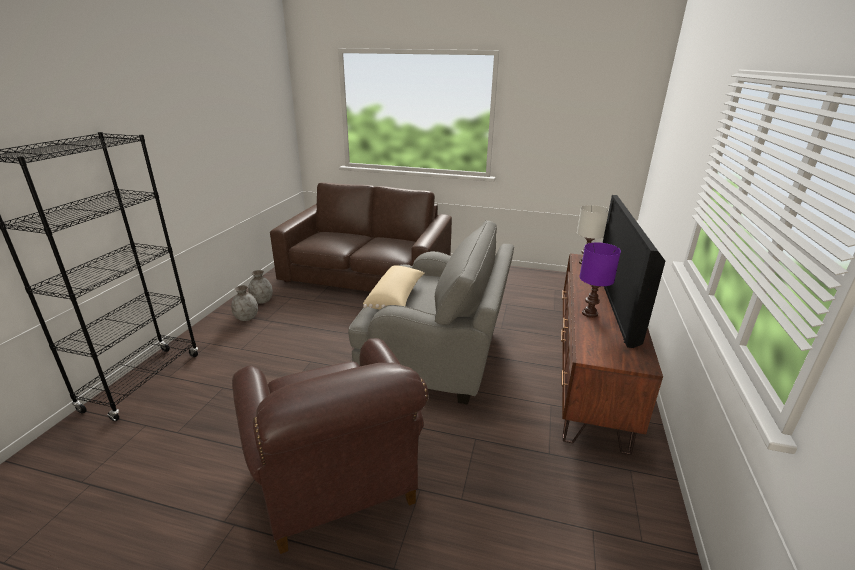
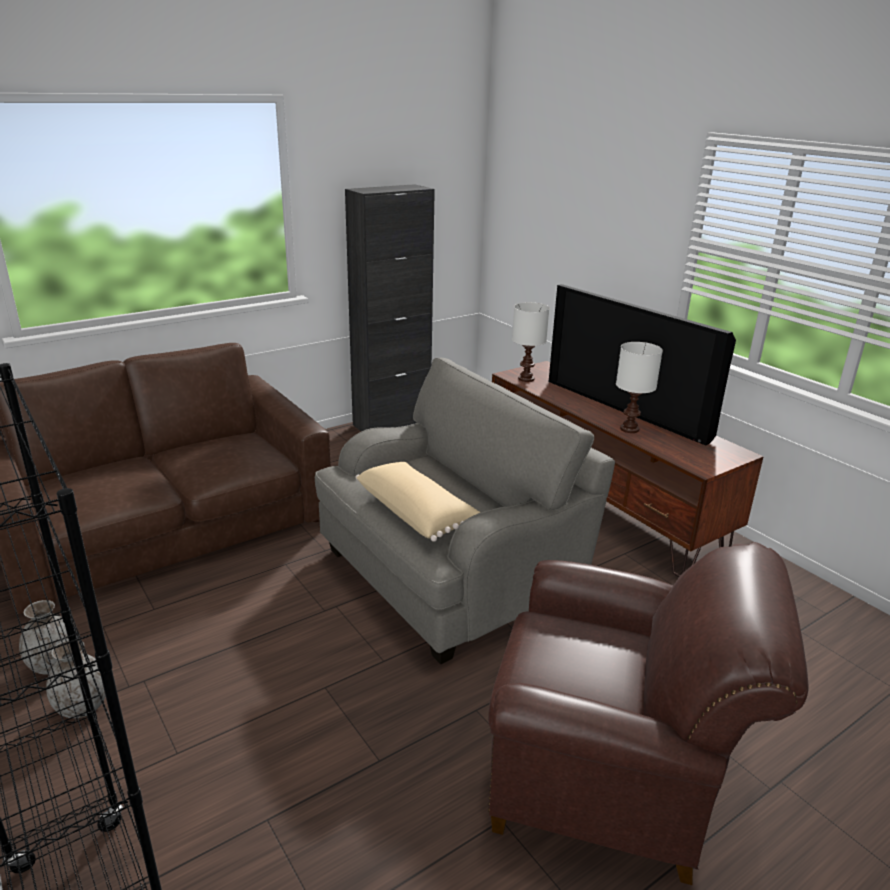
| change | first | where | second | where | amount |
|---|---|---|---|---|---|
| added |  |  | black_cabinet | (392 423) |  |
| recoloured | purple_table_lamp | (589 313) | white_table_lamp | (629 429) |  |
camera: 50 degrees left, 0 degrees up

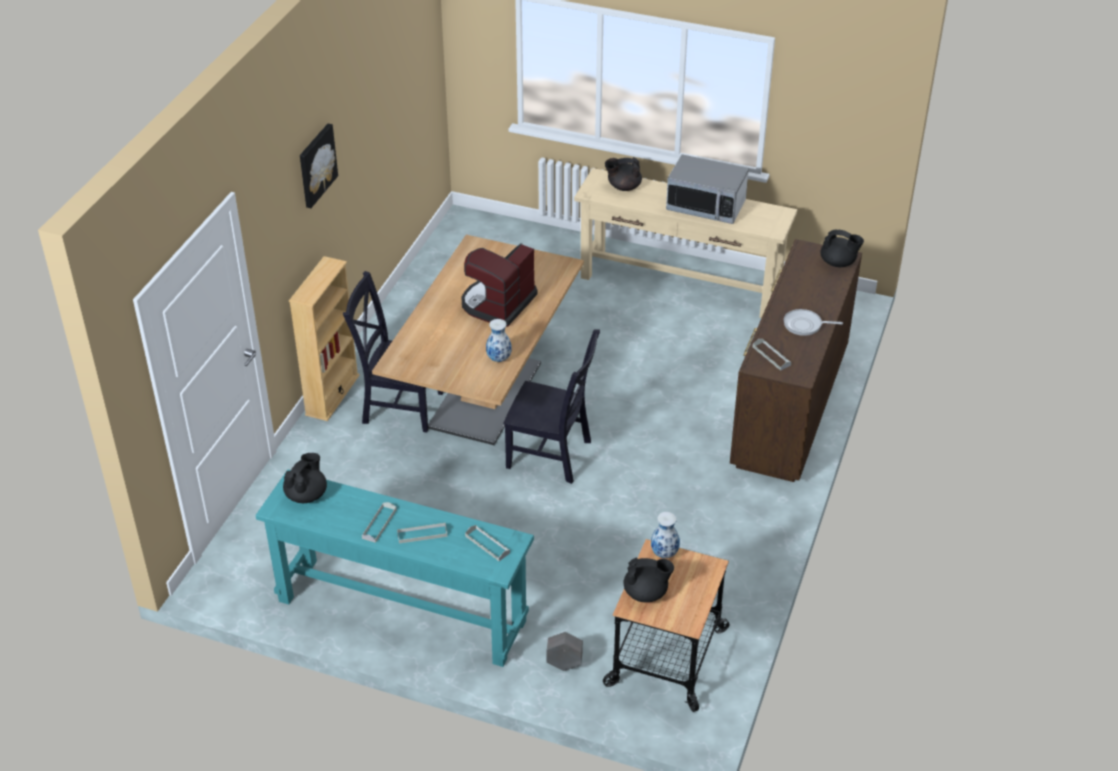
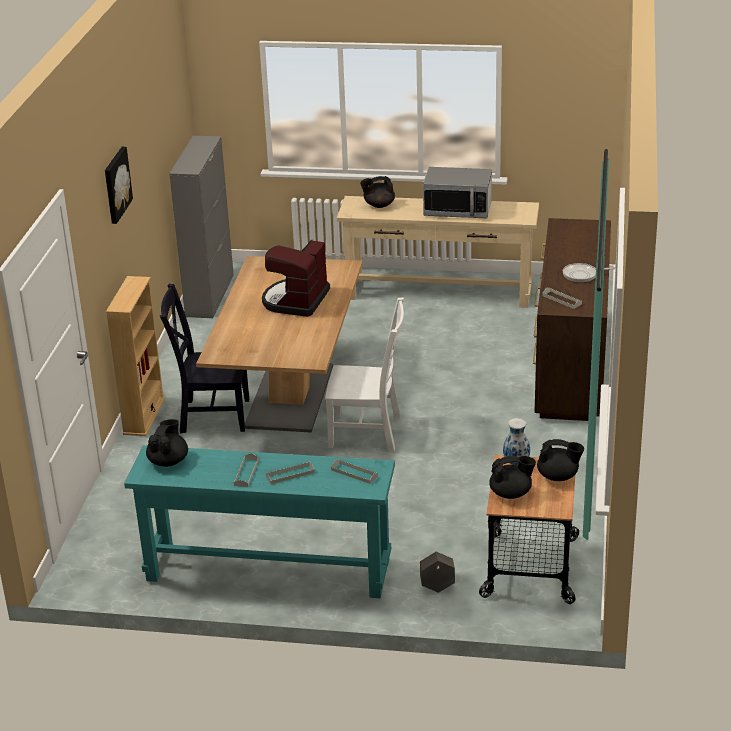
| change | first | where | second | where | amount |
|---|---|---|---|---|---|
| added |  |  | grey_cabinet | (210 295) |  |
| recoloured | black_chair | (552 456) | white_chair | (368 432) |  |
| moved | black_teapot | (838 263) |  | (558 476) |  |
| removed | vase | (499 359) |  |  |  |
camera: 10 degrees left, 10 degrees down

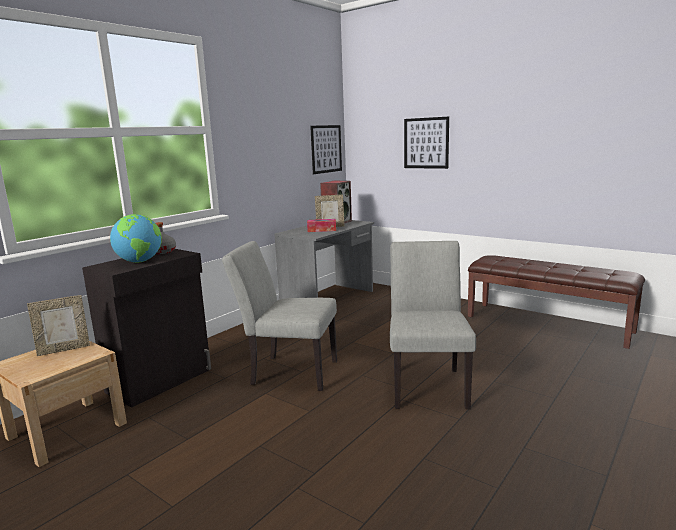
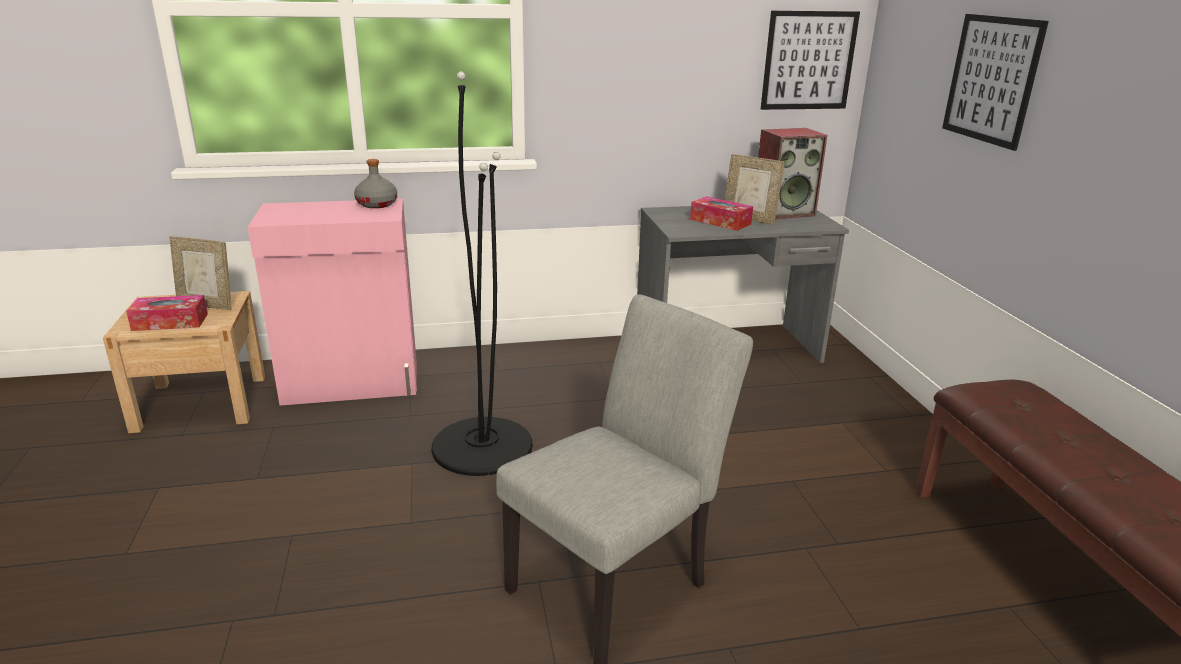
| change | first | where | second | where | amount |
|---|---|---|---|---|---|
| added |  |  | tissue_box | (170 322) |  |
| recoloured | black_cabinet | (161 380) | pink_cabinet | (352 384) |  |
| replaced | grey_chair | (288 372) | black_floor_lamp | (482 446) |  |
| removed | globe | (140 261) |  |  |  |
camera: 40 degrees right, 10 degrees up

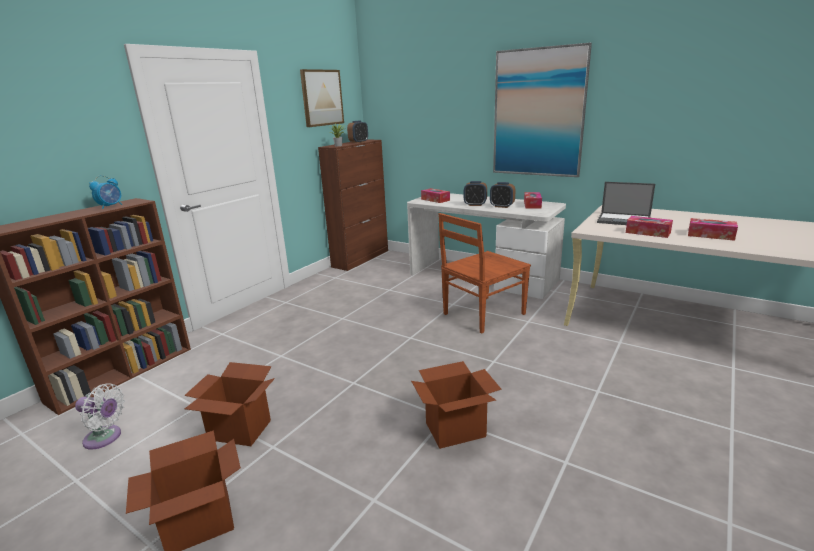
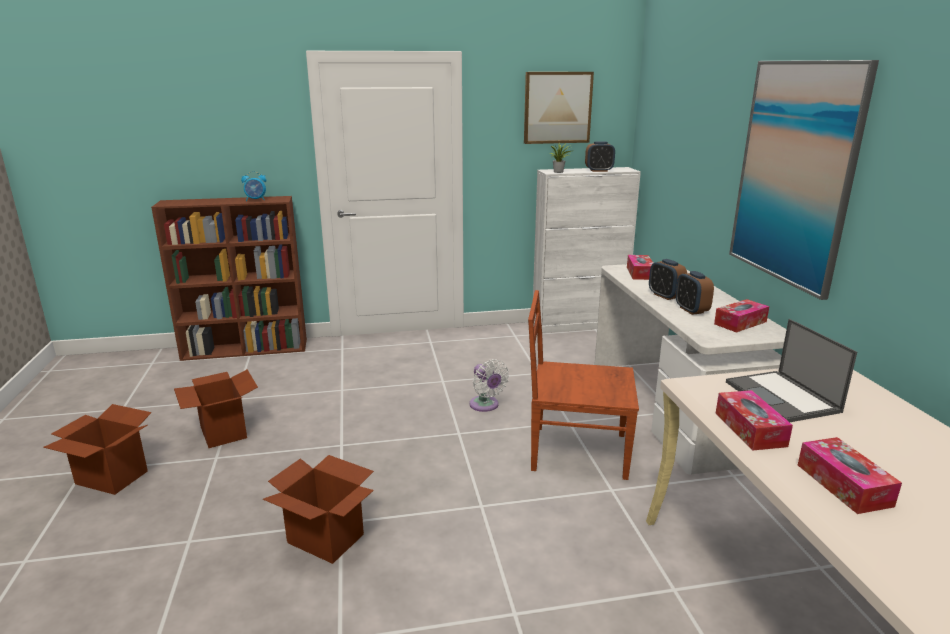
| change | first | where | second | where | amount |
|---|---|---|---|---|---|
| moved | white_fan | (105 438) |  | (485 406) |  |
| recoloured | brown_cabinet | (361 258) | white_cabinet | (579 324) |  |
camera: 45 degrees right, 0 degrees up

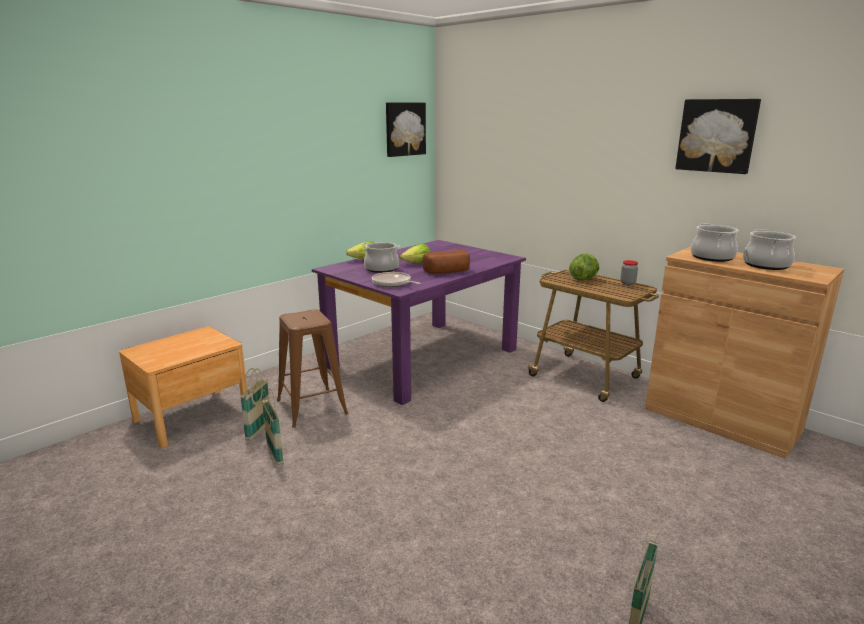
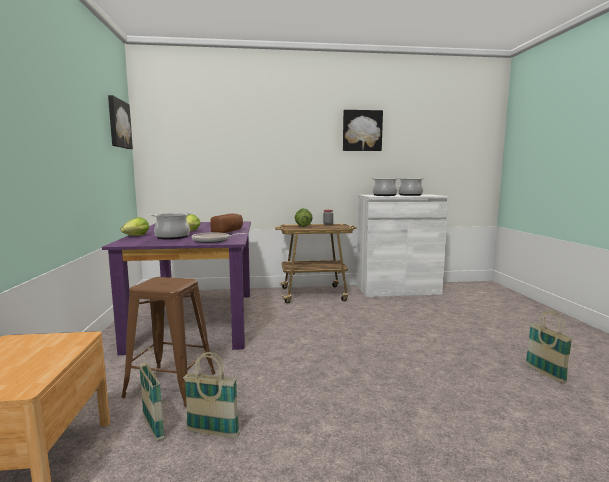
| change | first | where | second | where | amount |
|---|---|---|---|---|---|
| recoloured | brown_cabinet | (721 419) | white_cabinet | (397 290) |  |
camera: 50 degrees left, 10 degrees down

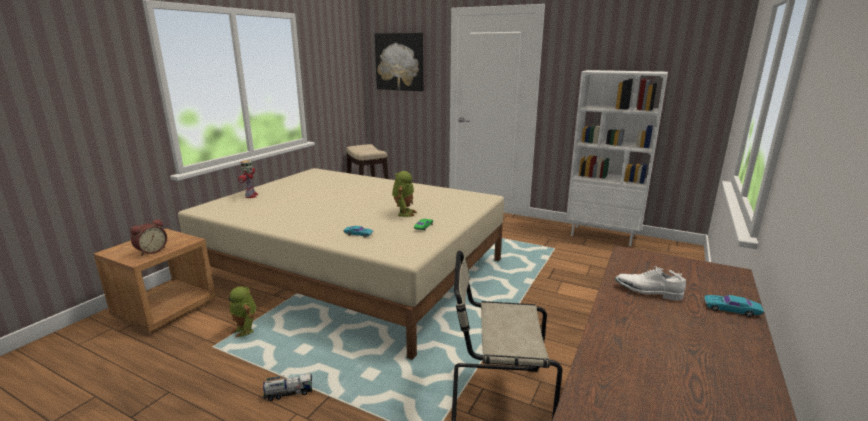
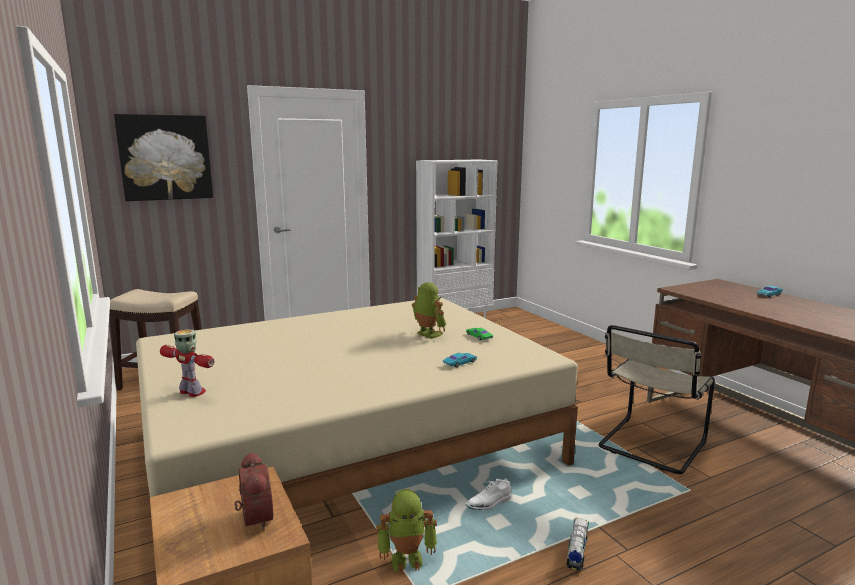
| change | first | where | second | where | amount |
|---|---|---|---|---|---|
| moved | white_shoe | (647 292) |  | (489 504) |  |
camera: 55 degrees left, 5 degrees down

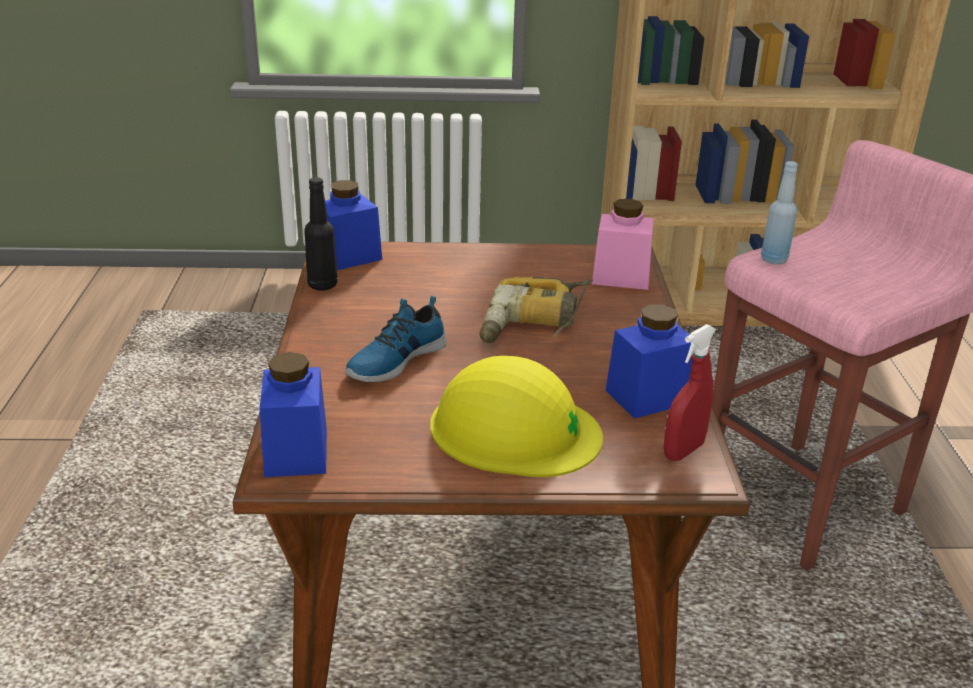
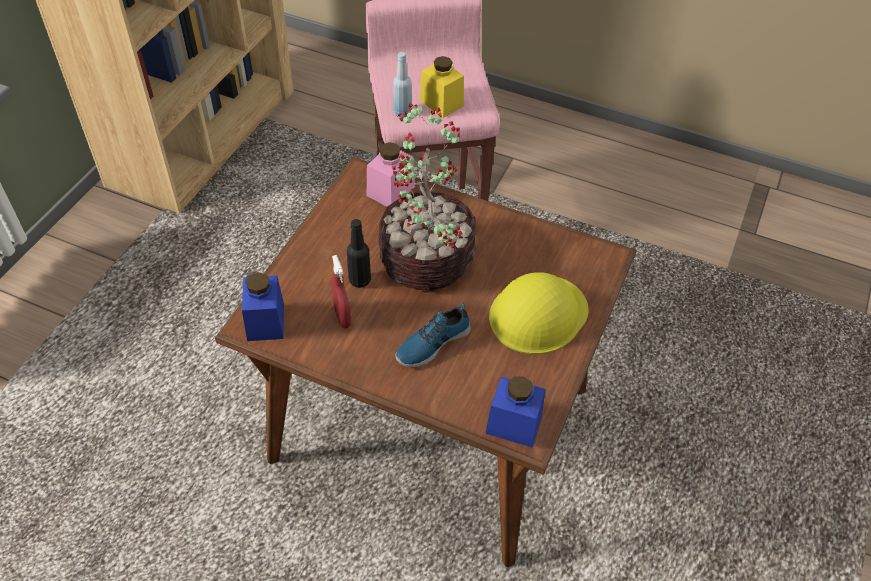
| change | first | where | second | where | amount |
|---|---|---|---|---|---|
| moved | red_spray_bottle | (683 451) |  | (342 317) |  |
| moved | black_bottle | (322 285) |  | (360 280) |  |
| replaced | power_drill | (534 323) | potted_plant | (425 257) |  |
| turned | shoe | (395 359) |  | (432 342) | 75 degrees clockwise |
| added |  |  | yellow_jar | (441 103) |  |
| removed | blue_jar | (648 396) |  |  |  |
camera: 65 degrees left, 20 degrees up

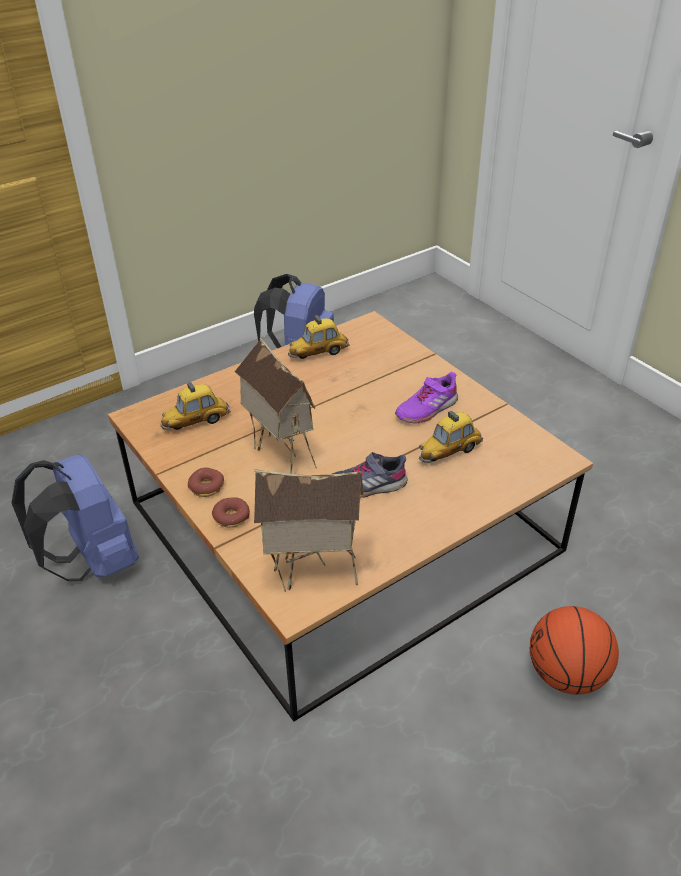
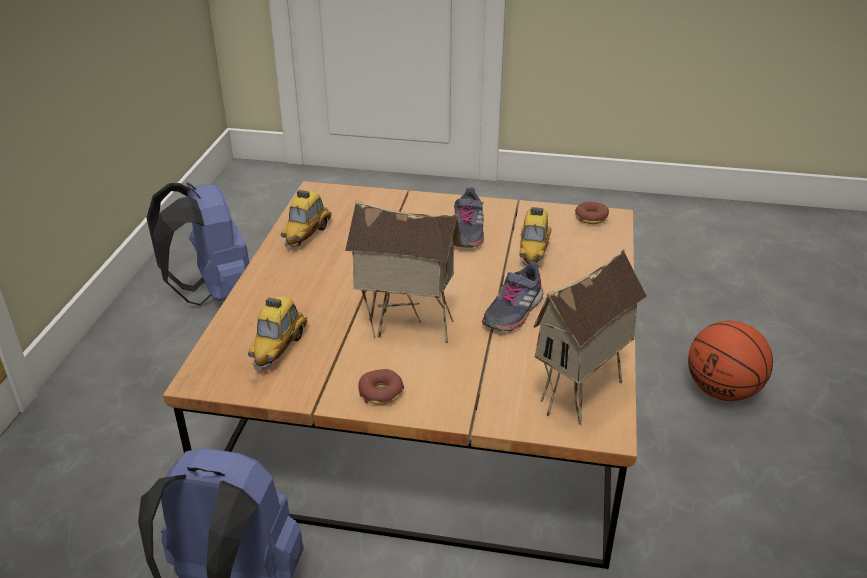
| change | first | where | second | where | amount |
|---|---|---|---|---|---|
| recoloured | purple_shoe | (426 409) | grey_shoe | (467 232) |  |
| moved | donut | (231 517) |  | (591 218) |  |
camera: 45 degrees left, 5 degrees down

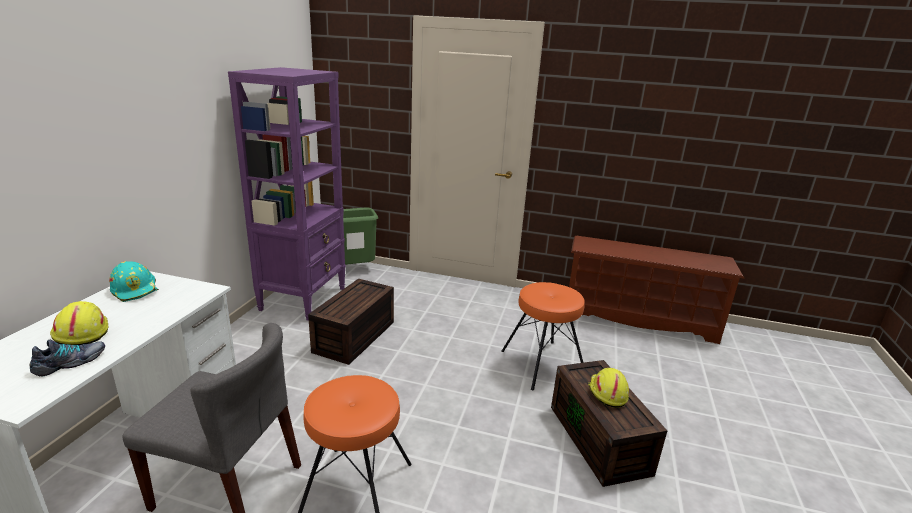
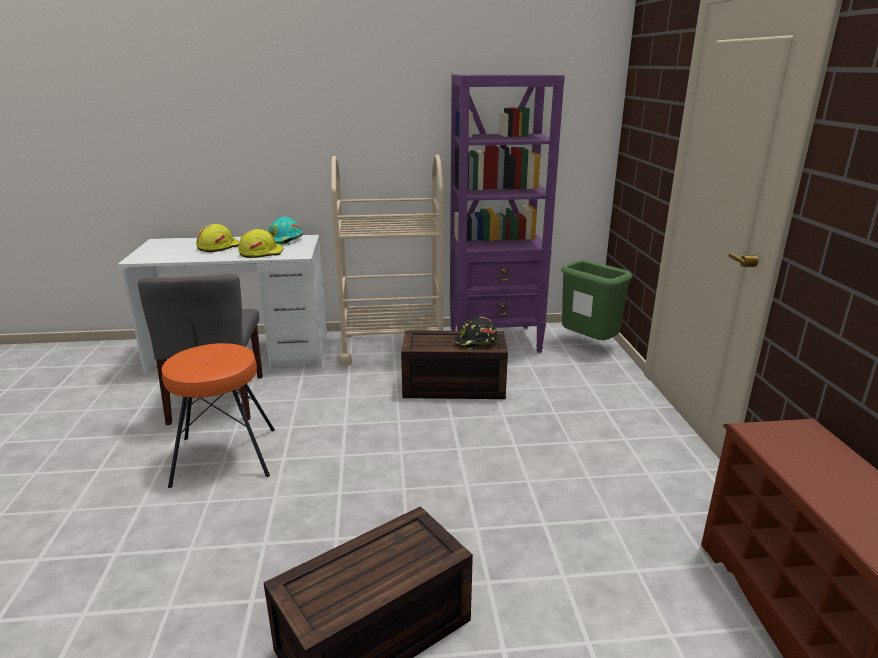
| change | first | where | second | where | amount |
|---|---|---|---|---|---|
| moved | yellow_hard_hat | (606 393) |  | (261 253) |  |
| added |  |  | beige_cart | (392 347) |  |
| added |  |  | black_hard_hat | (475 342) |  |
| removed | shoe | (71 363) |  |  |  |
| removed | orange_stool | (542 364) |  |  |  |
camera: 70 degrees right, 0 degrees up

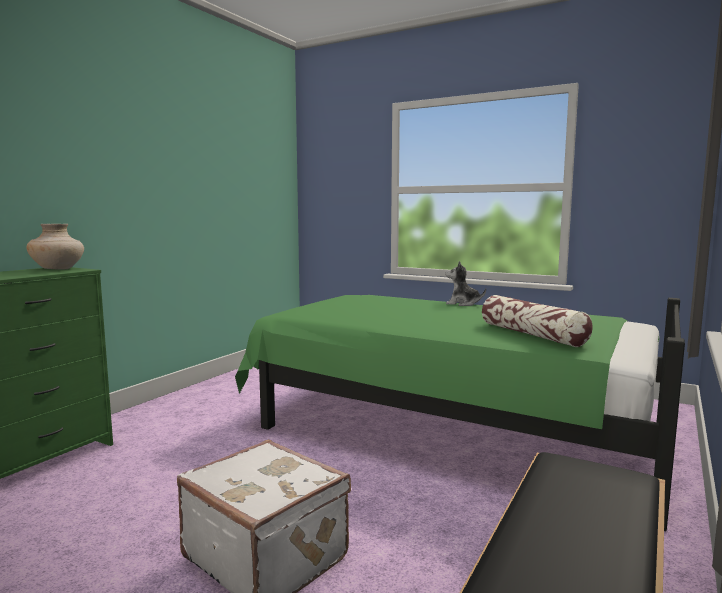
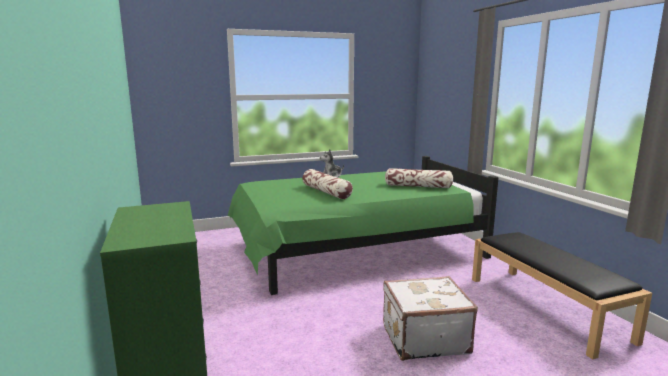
| change | first | where | second | where | amount |
|---|---|---|---|---|---|
| added |  |  | pillow | (326 192) |  |
| removed | beige_vase | (58 269) |  |  |  |
camera: 50 degrees left, 5 degrees up

